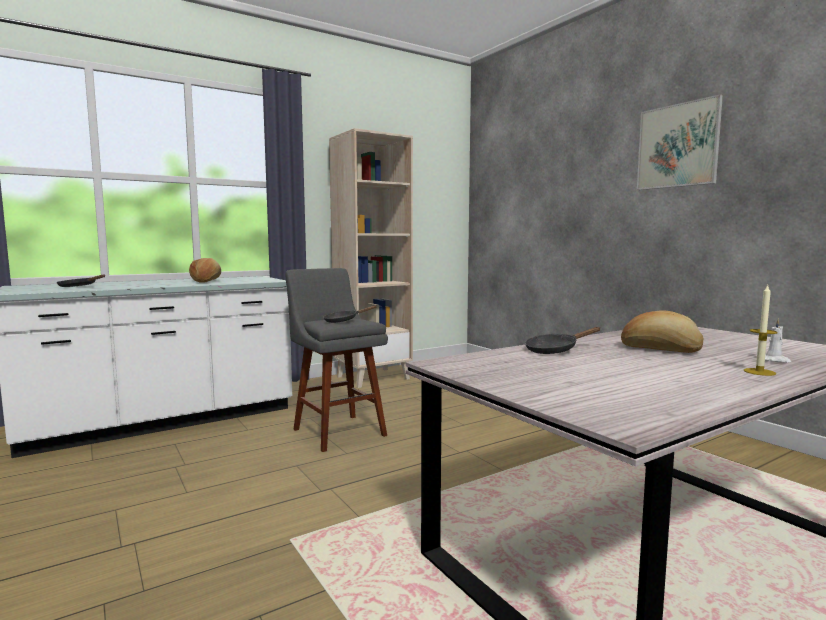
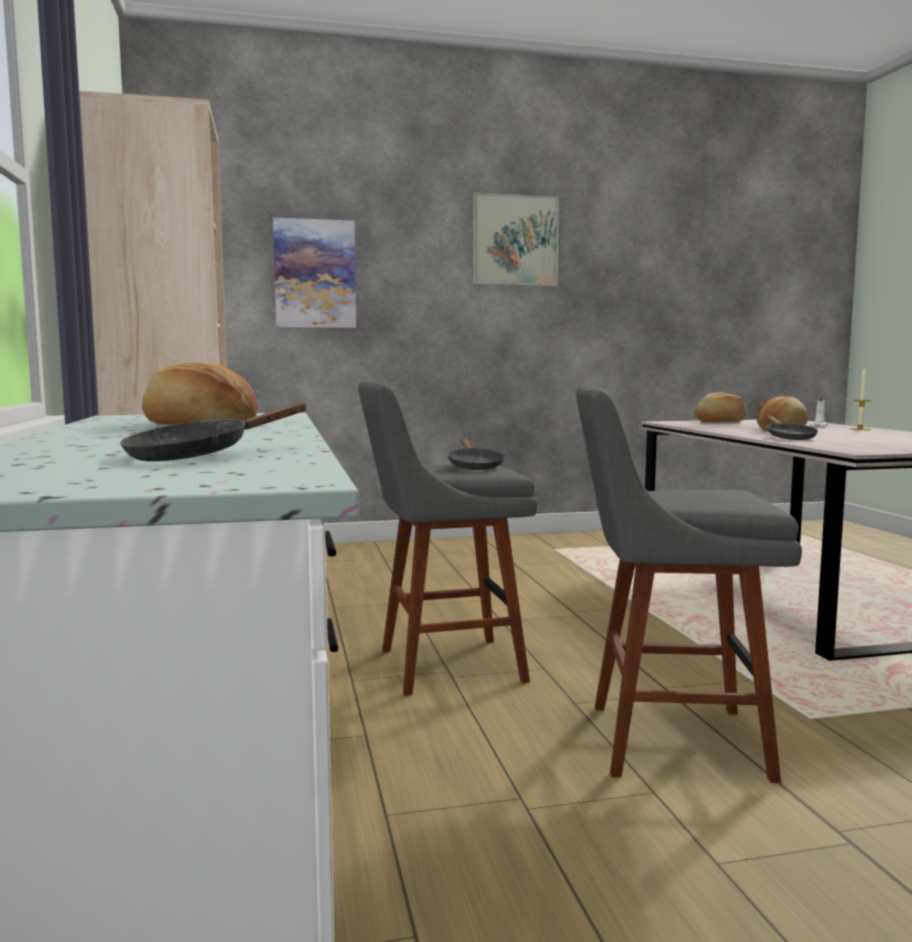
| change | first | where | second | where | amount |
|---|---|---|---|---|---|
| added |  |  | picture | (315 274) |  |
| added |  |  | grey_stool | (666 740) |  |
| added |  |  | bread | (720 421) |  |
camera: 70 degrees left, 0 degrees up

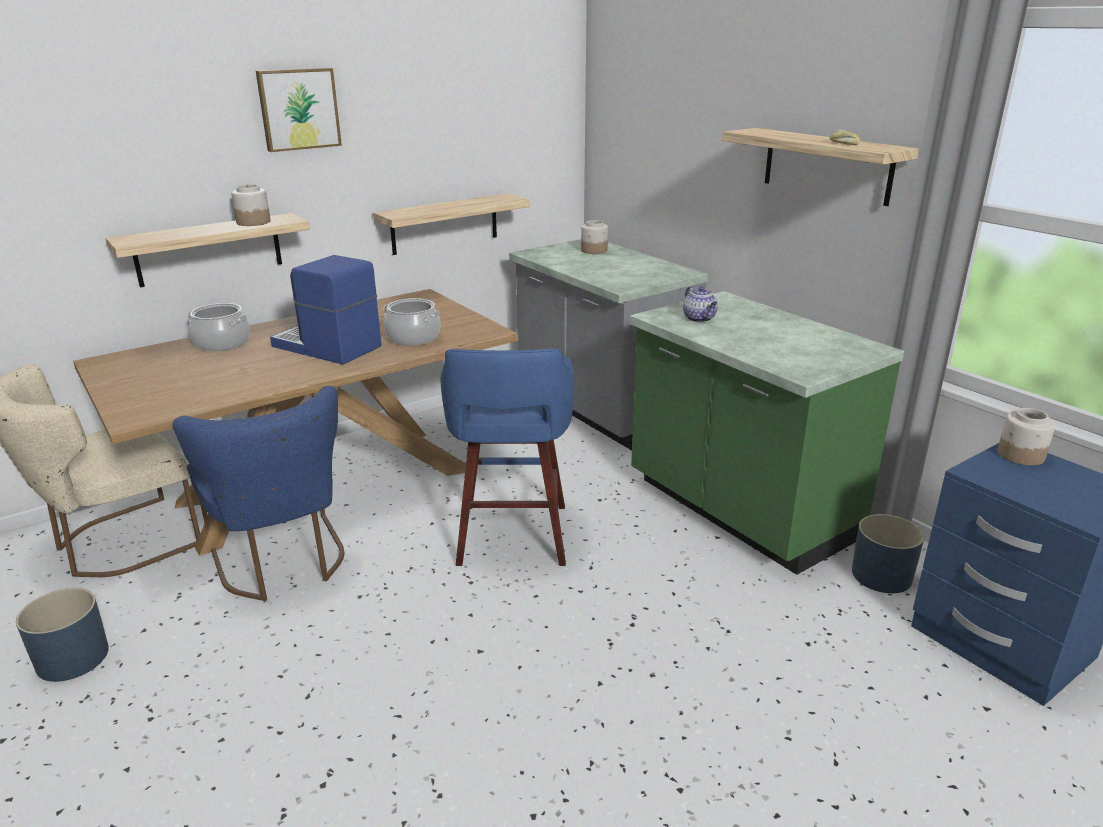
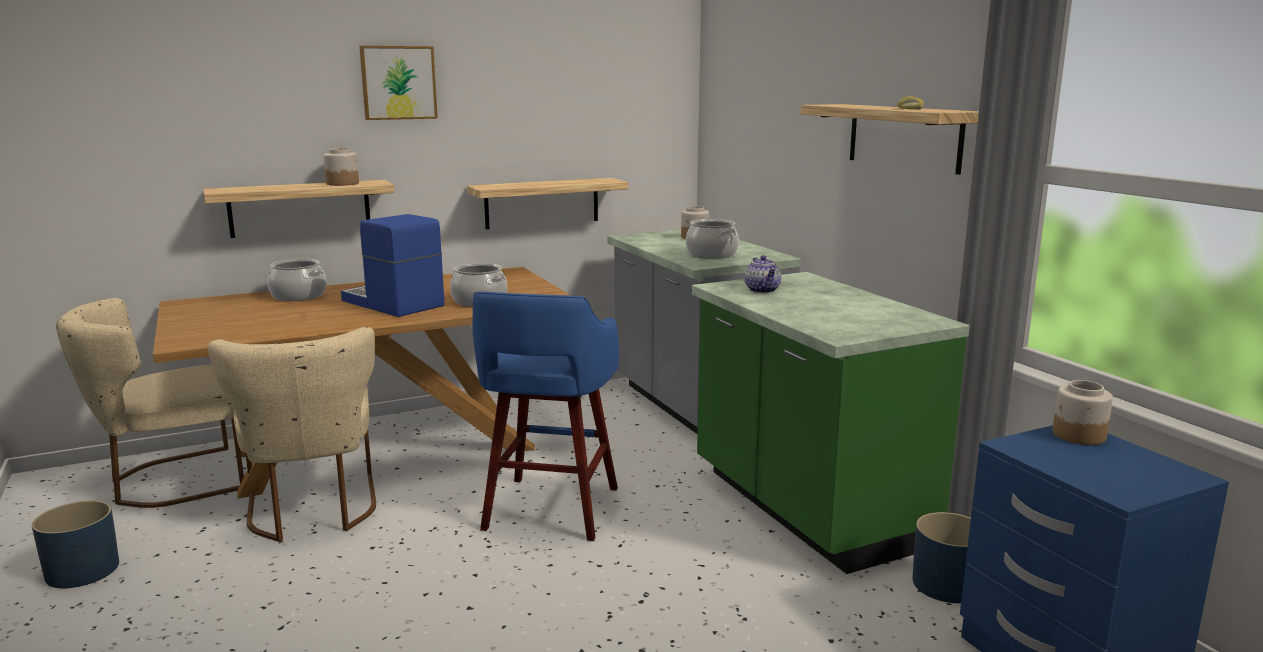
| change | first | where | second | where | amount |
|---|---|---|---|---|---|
| recoloured | blue_chair | (283 563) | beige_chair | (313 512) |  |
| added |  |  | cooking_pot | (712 254) |  |
camera: 10 degrees right, 10 degrees down

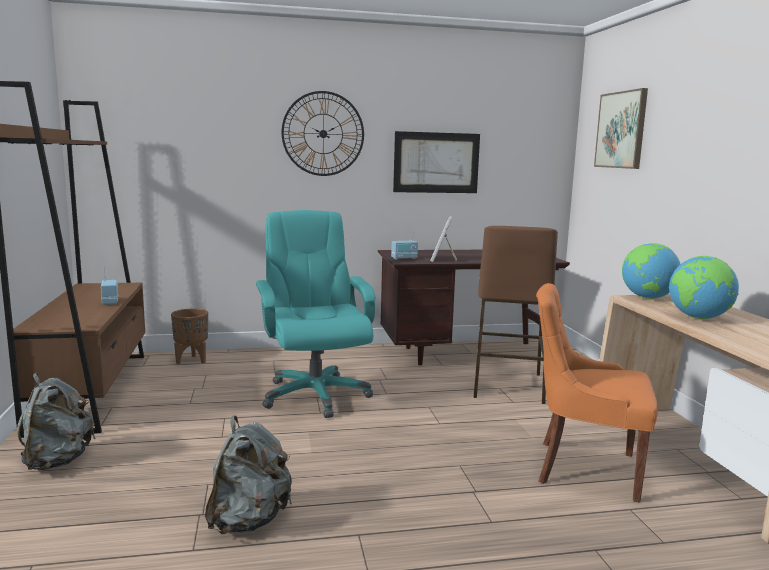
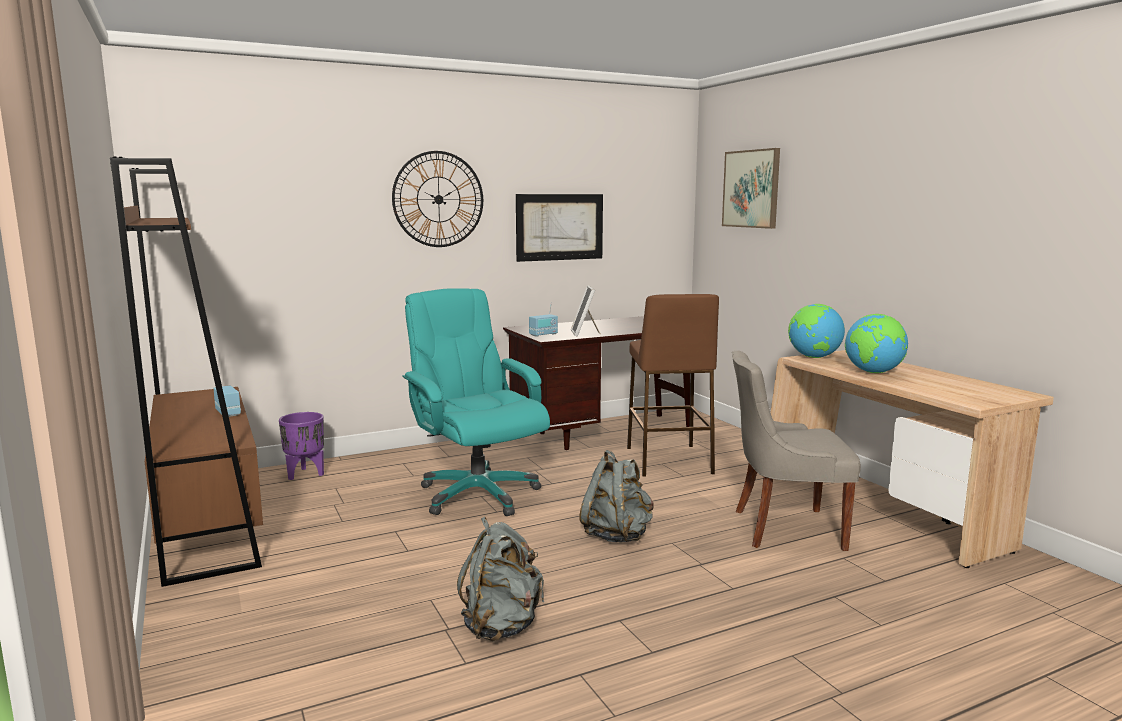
| change | first | where | second | where | amount |
|---|---|---|---|---|---|
| recoloured | brown_planter | (192 360) | purple_planter | (305 474) |  |
| moved | grey_backpack | (57 461) |  | (617 535) |  |
| recoloured | orange_chair | (584 468) | grey_chair | (784 528) |  |
camera: 15 degrees left, 0 degrees up

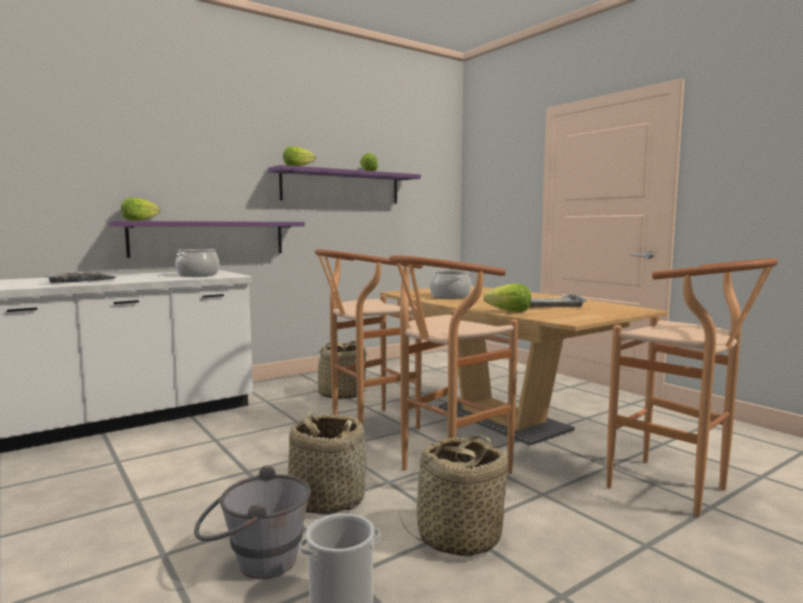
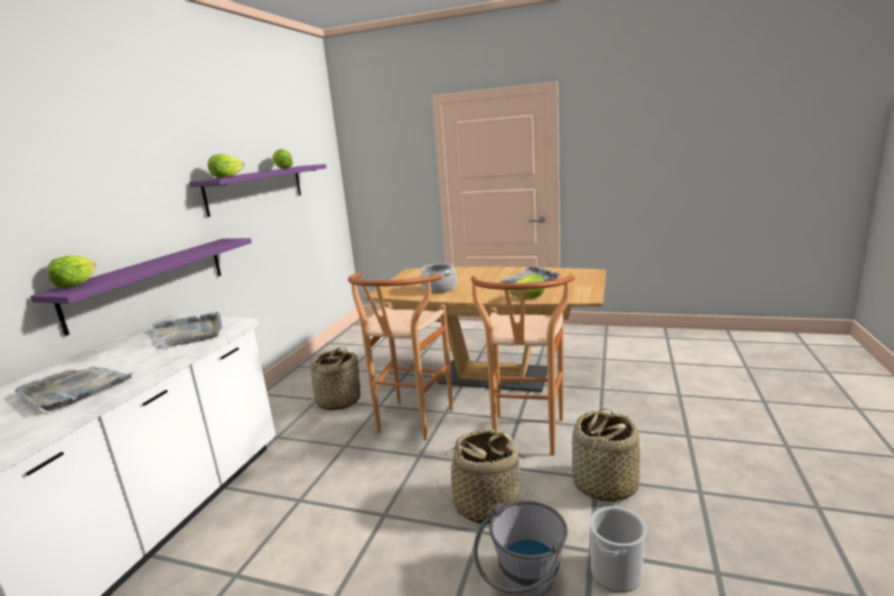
| change | first | where | second | where | amount |
|---|---|---|---|---|---|
| replaced | cooking_pot | (198 275) | grey_tray | (189 333) |  |
| removed | brown_stool | (678 491) |  |  |  |
camera: 35 degrees left, 10 degrees up

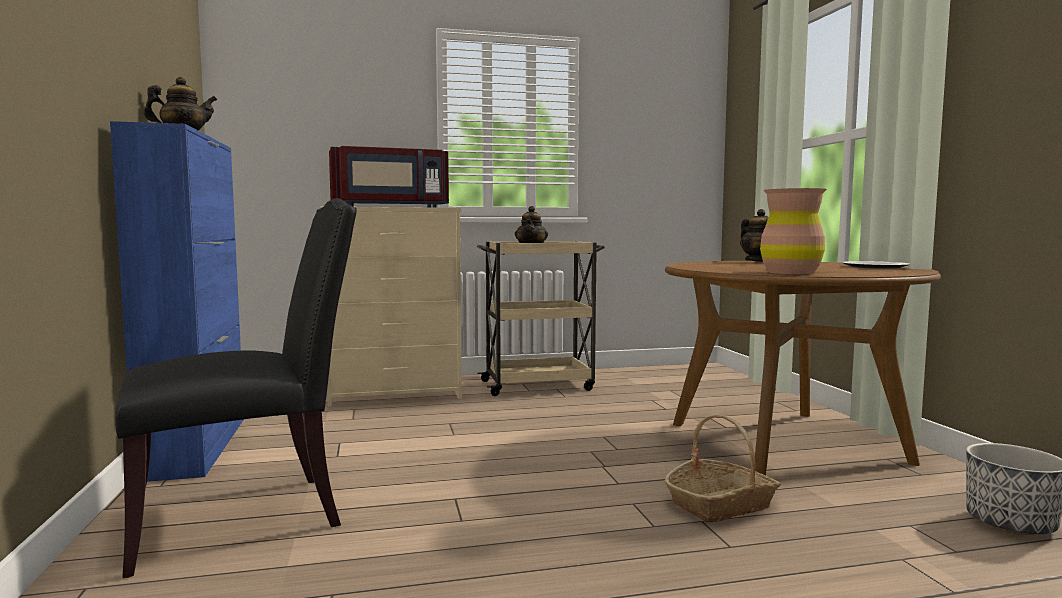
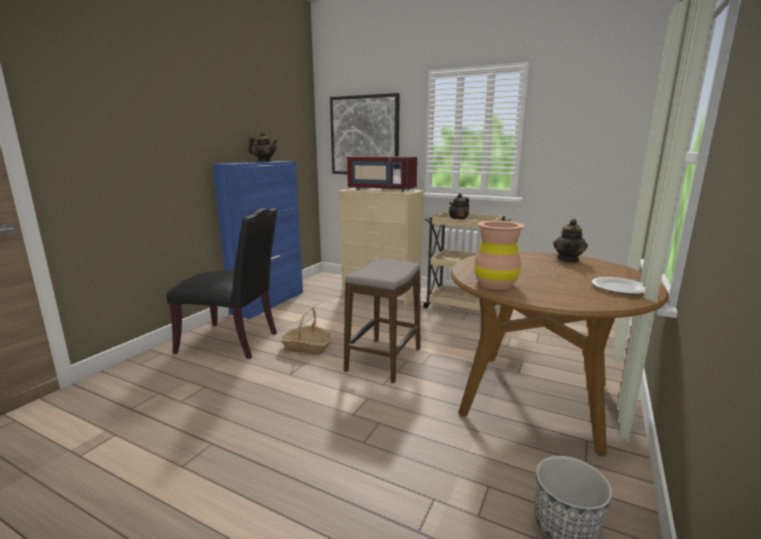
| change | first | where | second | where | amount |
|---|---|---|---|---|---|
| moved | basket | (721 504) |  | (307 347) |  |
| added |  |  | picture | (364 136) |  |
| added |  |  | stool | (383 360) |  |
camera: 40 degrees right, 10 degrees up

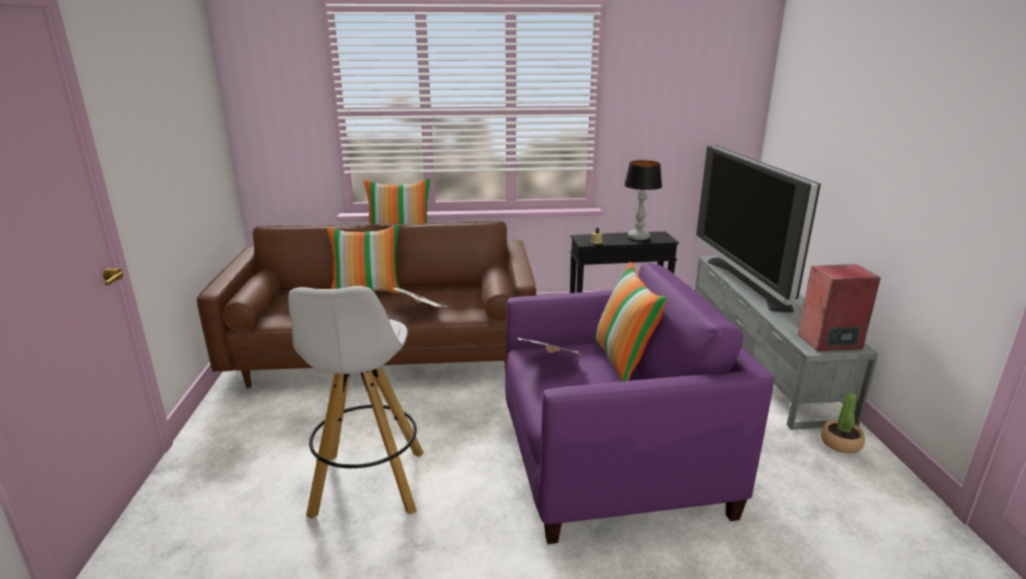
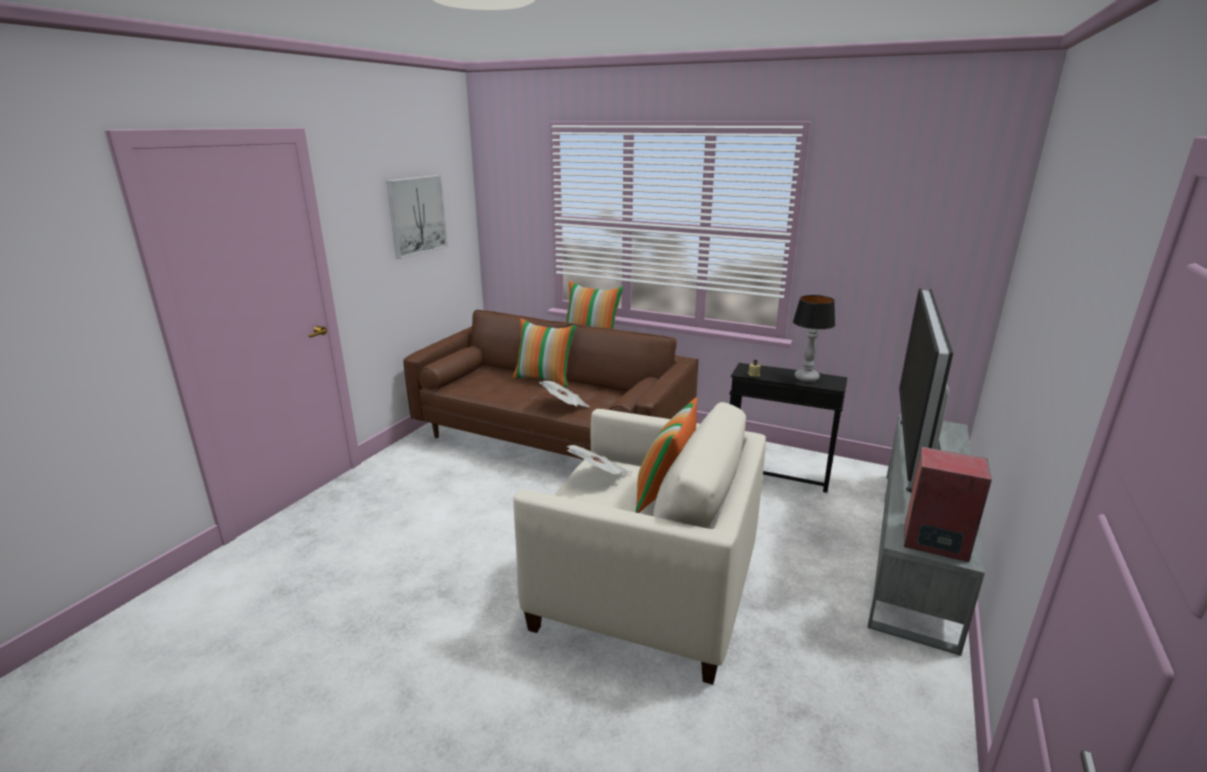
| change | first | where | second | where | amount |
|---|---|---|---|---|---|
| added |  |  | picture | (416 215) |  |
| recoloured | purple_armchair | (611 463) | beige_armchair | (645 589) |  |
| removed | white_stool | (368 485) |  |  |  |
| removed | potted_plant | (840 443) |  |  |  |
camera: 30 degrees right, 0 degrees up

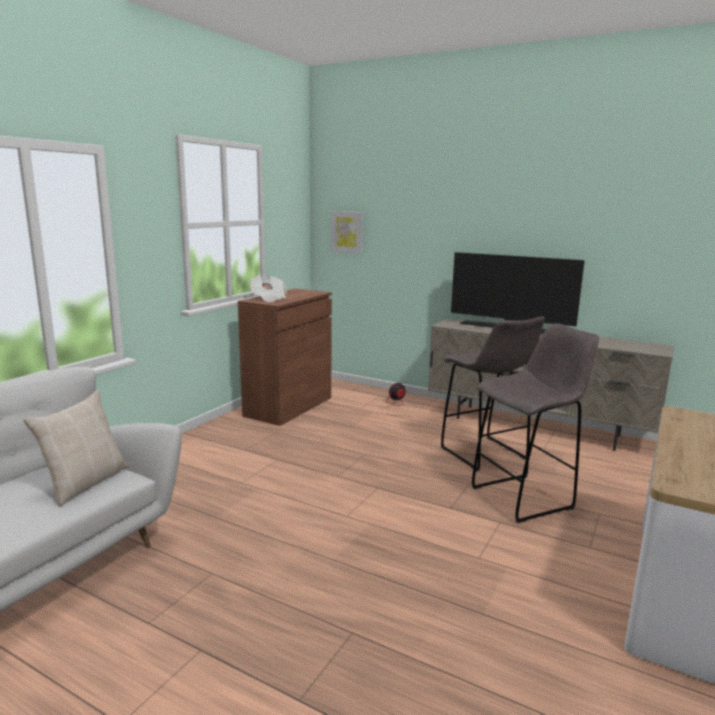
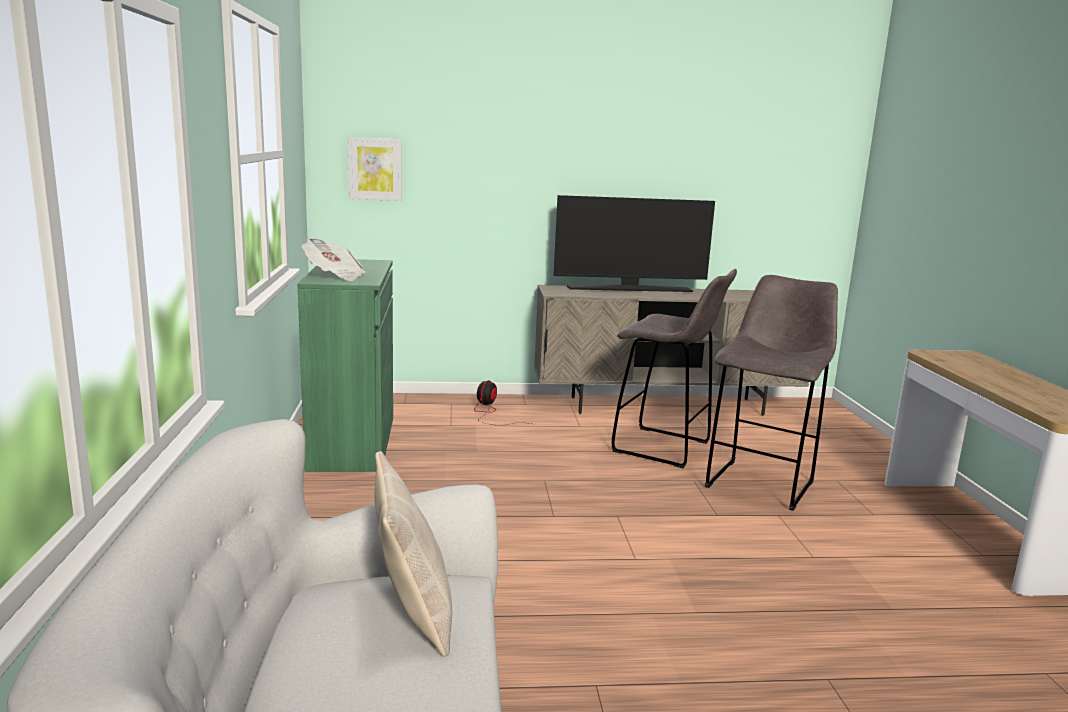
| change | first | where | second | where | amount |
|---|---|---|---|---|---|
| recoloured | brown_cabinet | (288 406) | green_cabinet | (352 443) |  |
camera: 35 degrees left, 0 degrees up

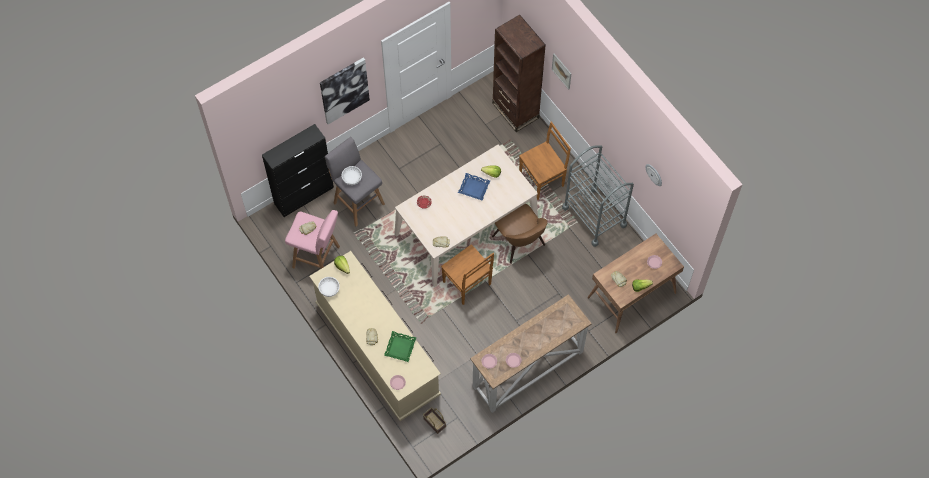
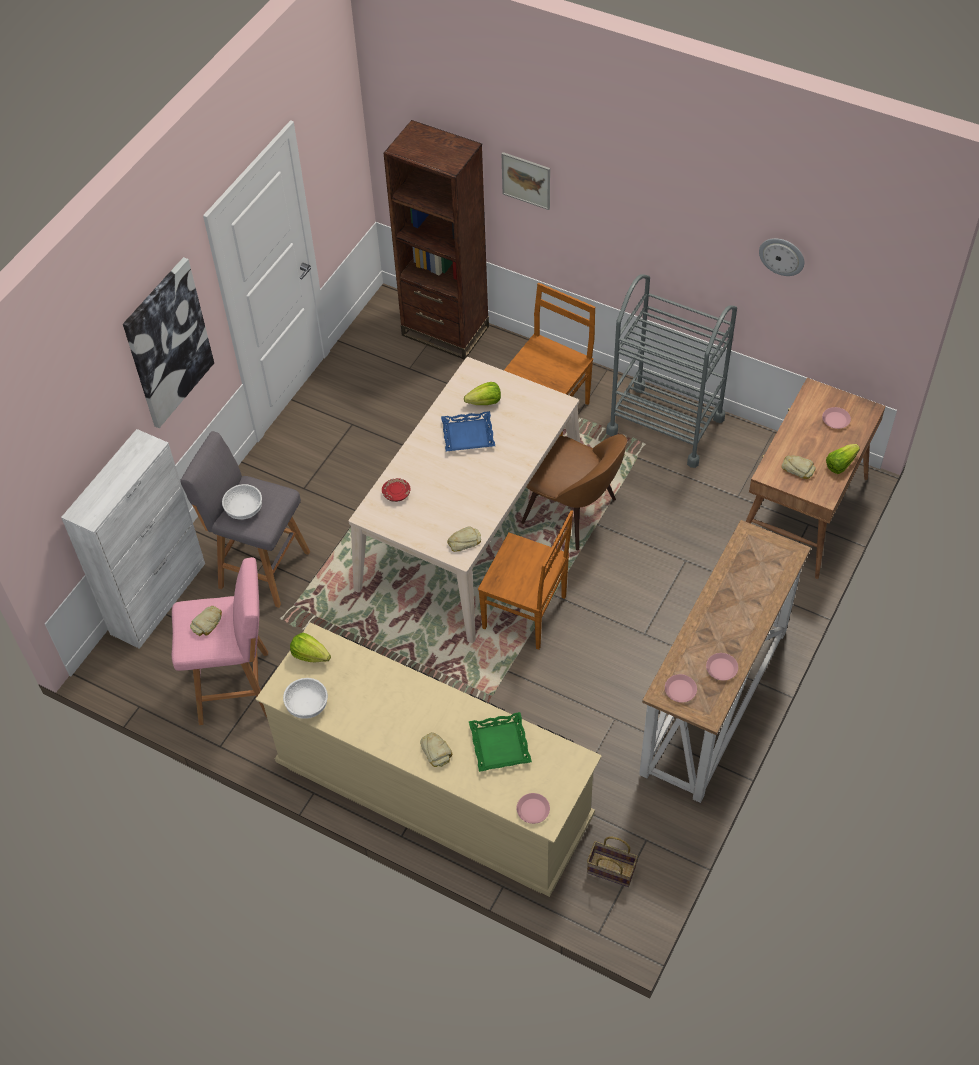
| change | first | where | second | where | amount |
|---|---|---|---|---|---|
| recoloured | black_cabinet | (304 195) | white_cabinet | (159 598) |  |
camera: 25 degrees left, 10 degrees down

